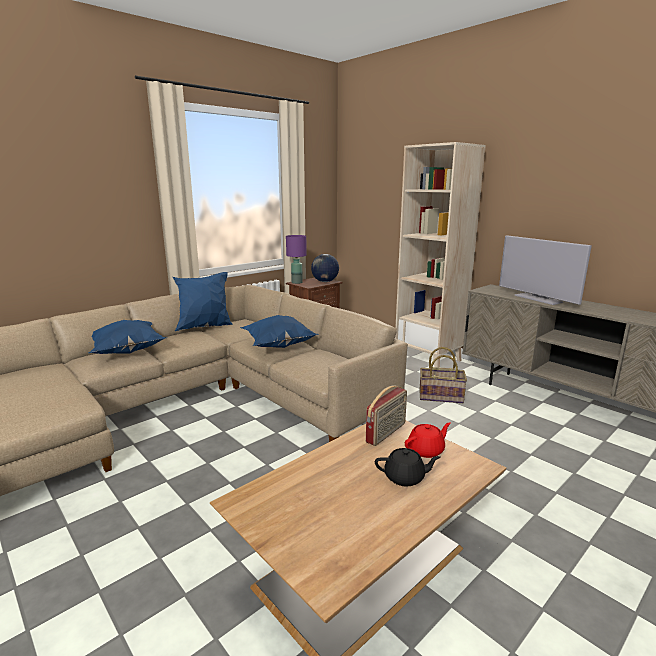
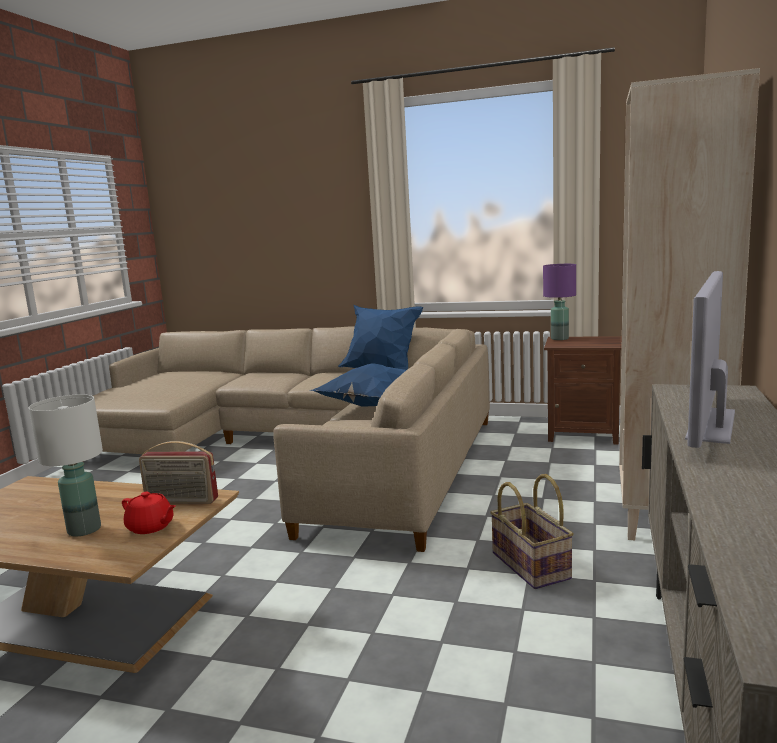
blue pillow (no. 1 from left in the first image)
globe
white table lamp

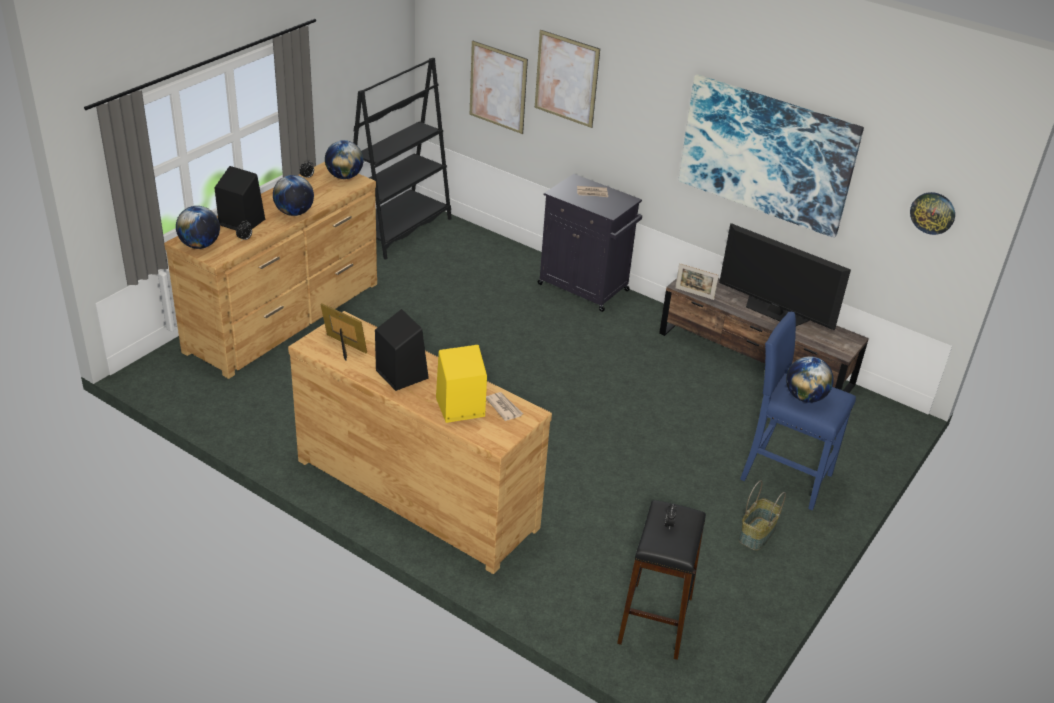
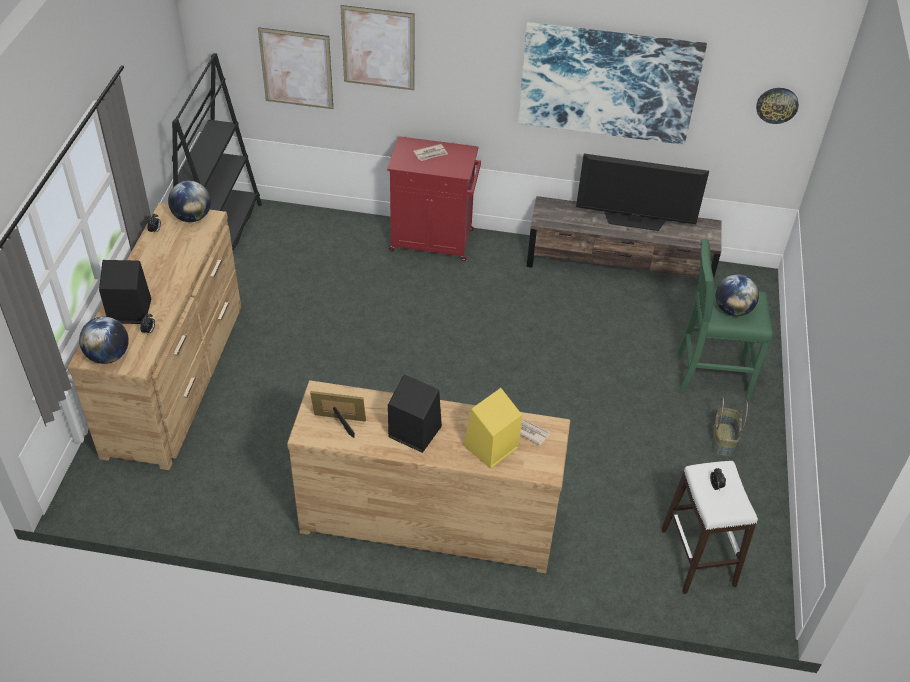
globe (no. 2 from left in the first image)
red cabinet
white stool
picture frame (no. 2 from left in the first image)
green stool

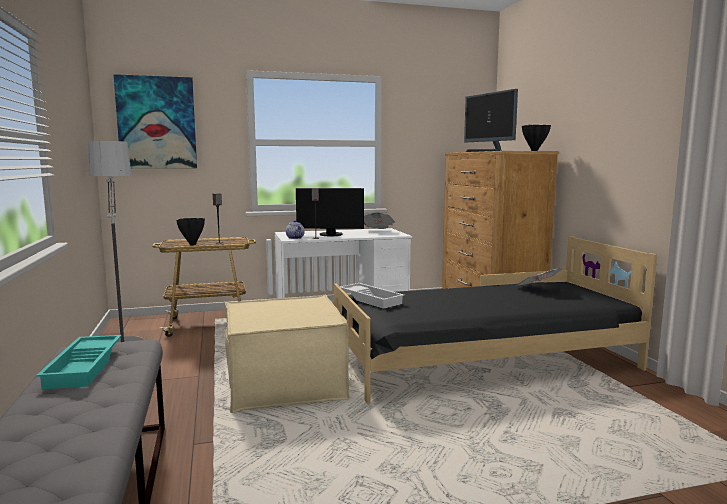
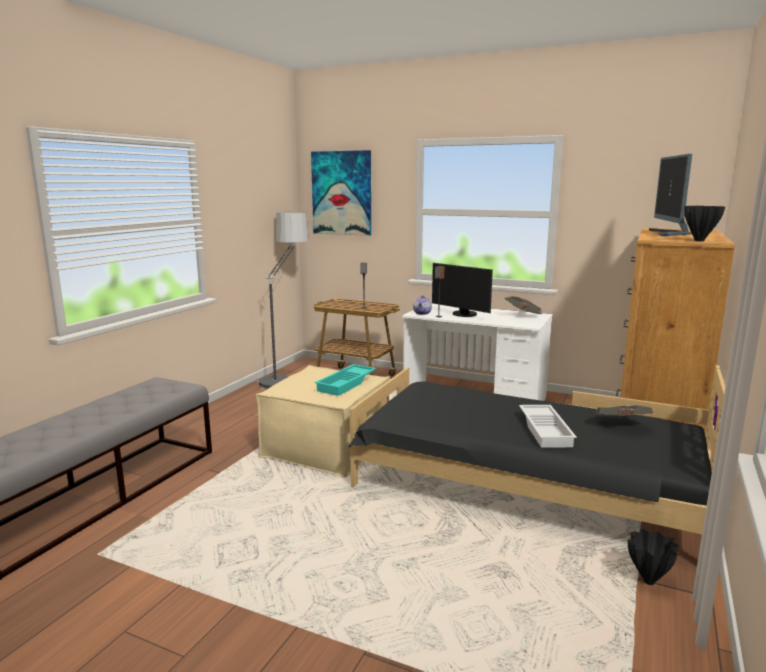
turquoise tray
black vase (no. 1 from left)
white tray

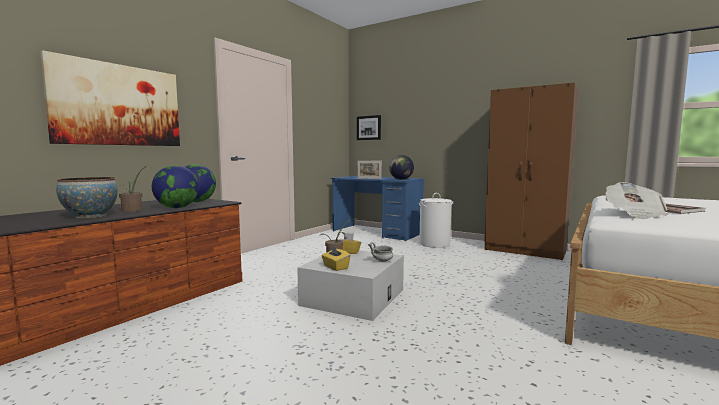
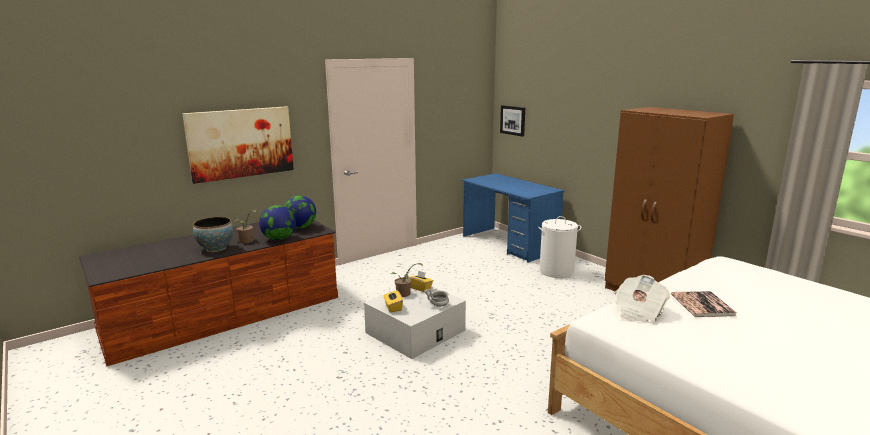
picture frame
globe (no. 3 from left in the first image)

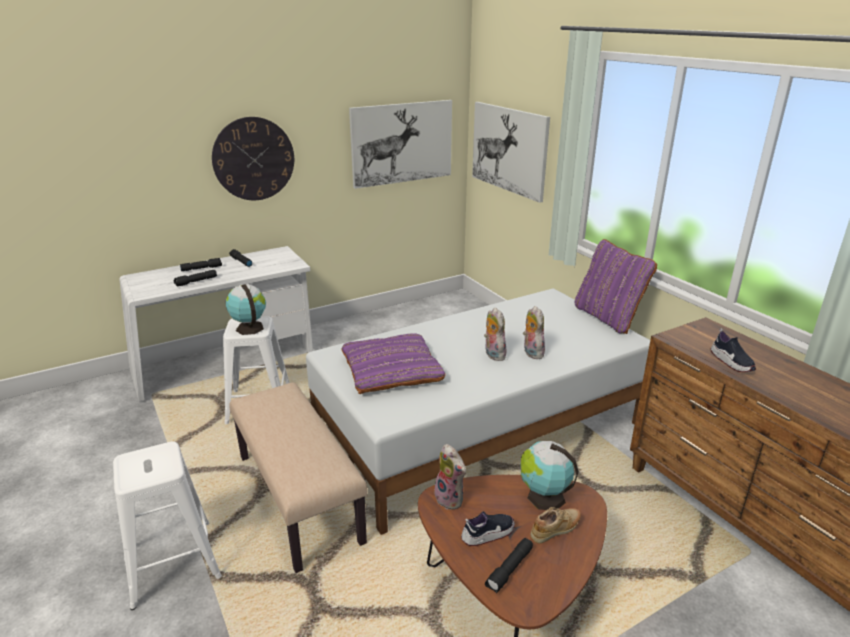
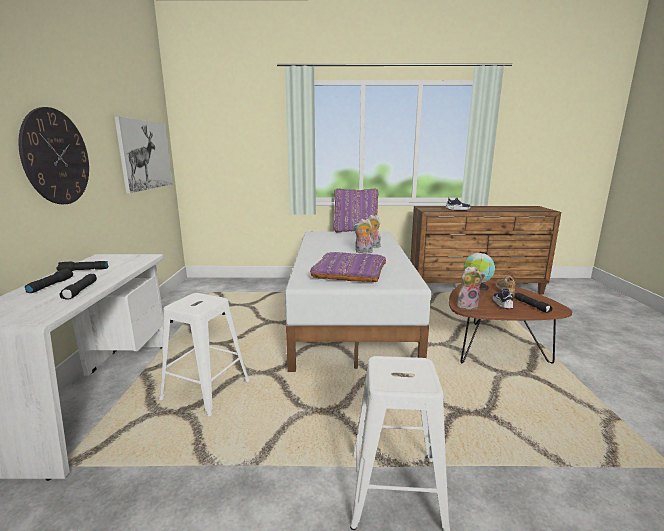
globe (no. 1 from left in the first image)
beige bench
picture (no. 2 from left in the first image)

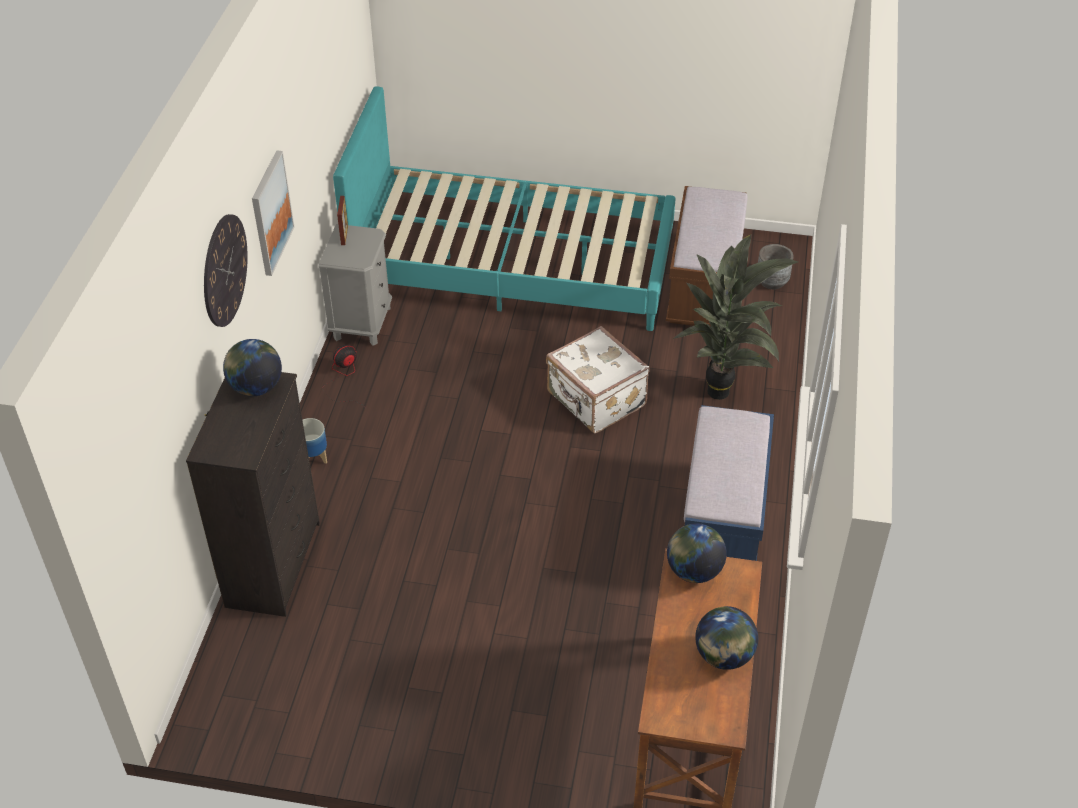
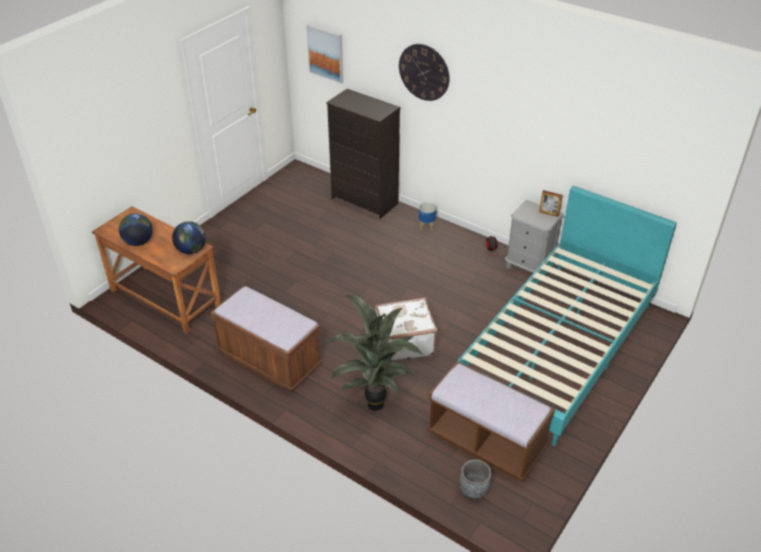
globe (no. 1 from left in the first image)
picture
brown bench (no. 1 from left)

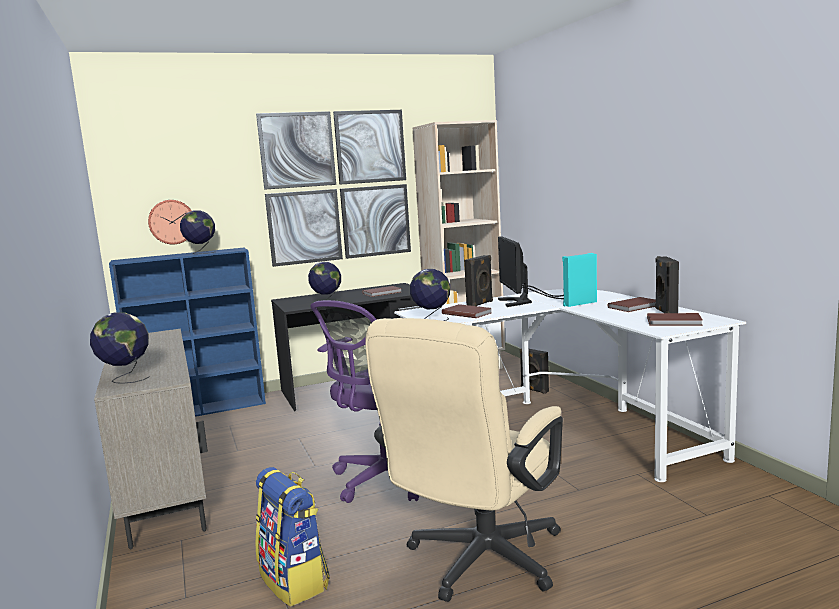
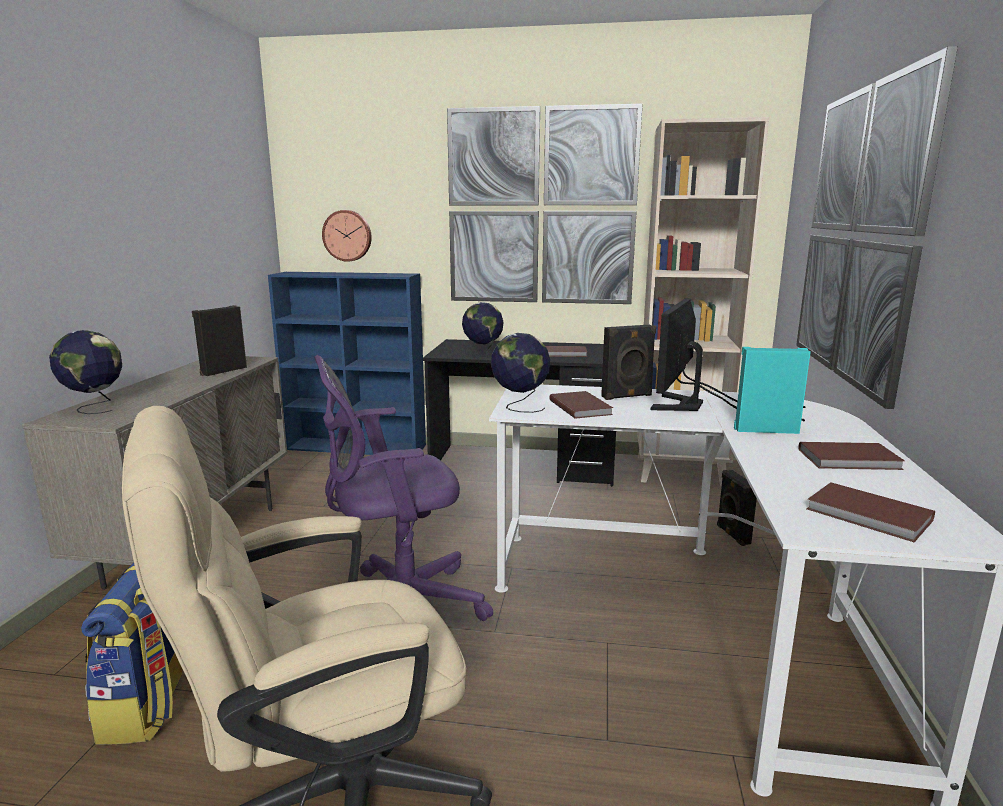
globe (no. 2 from left in the first image)
black speaker (no. 1 from left)
picture (no. 2 from left)

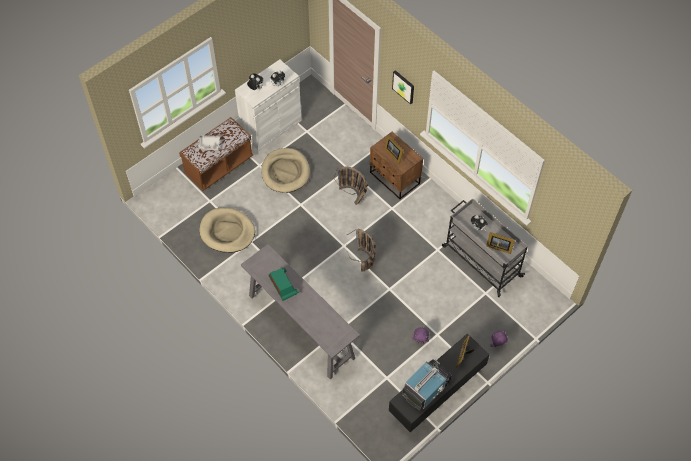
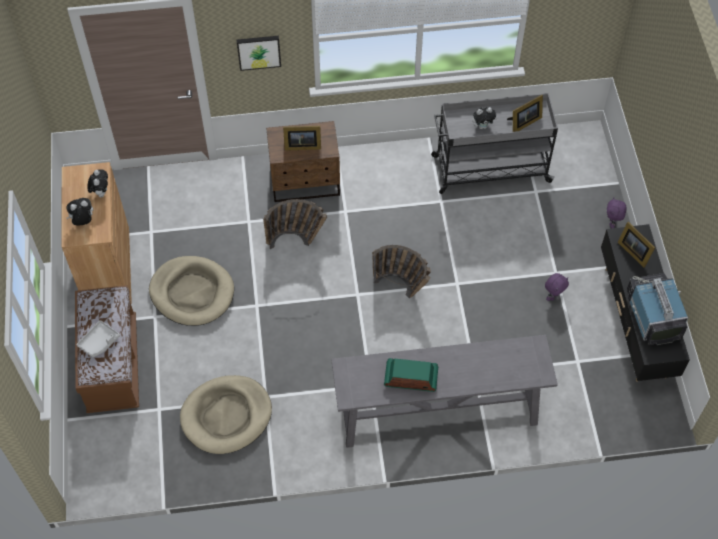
brown cabinet

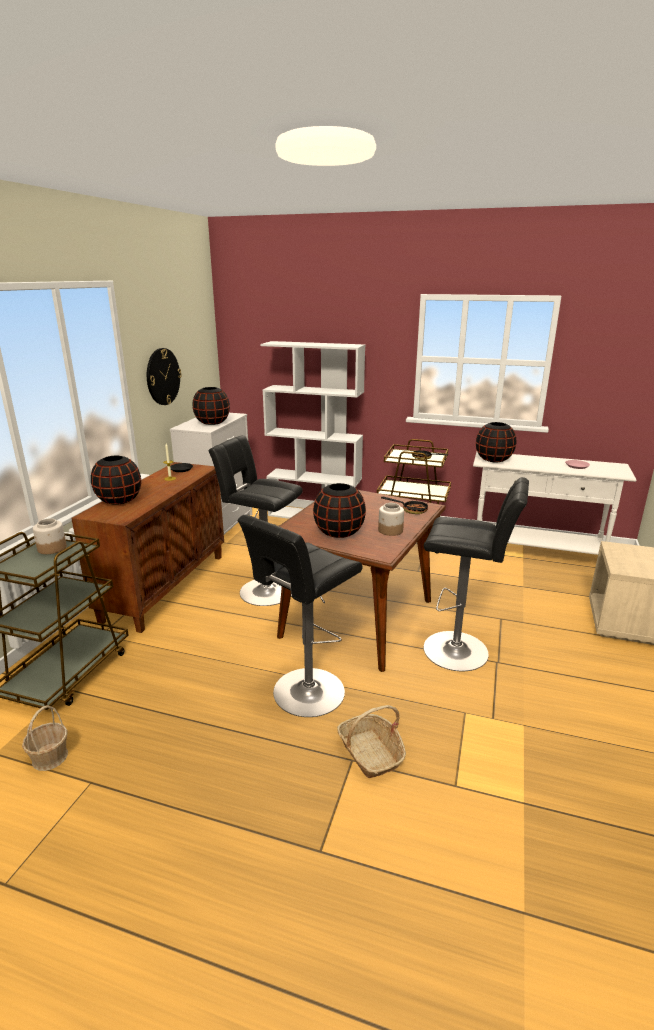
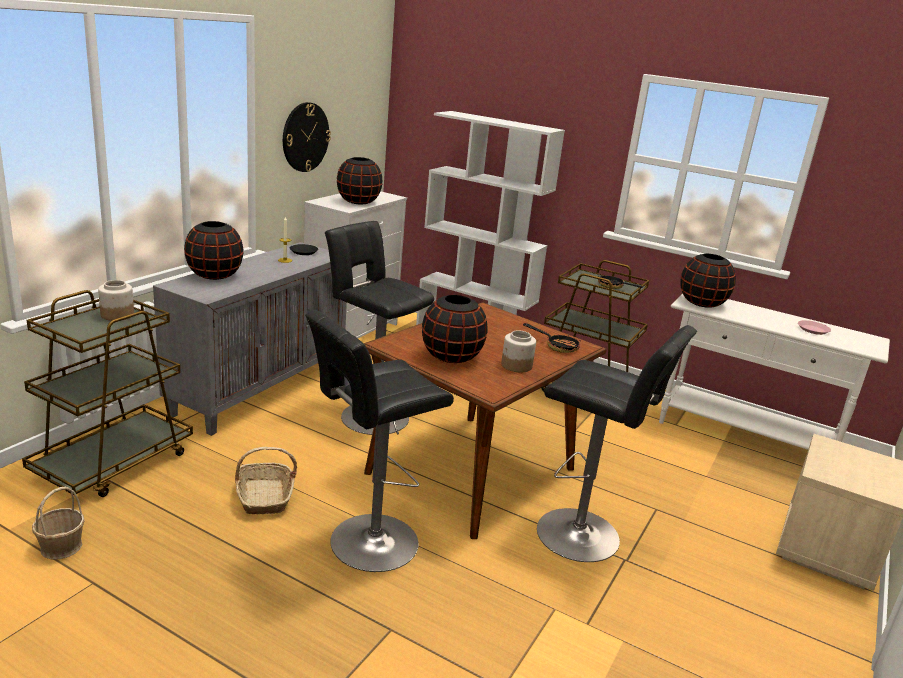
grey cabinet
basket (no. 2 from left)

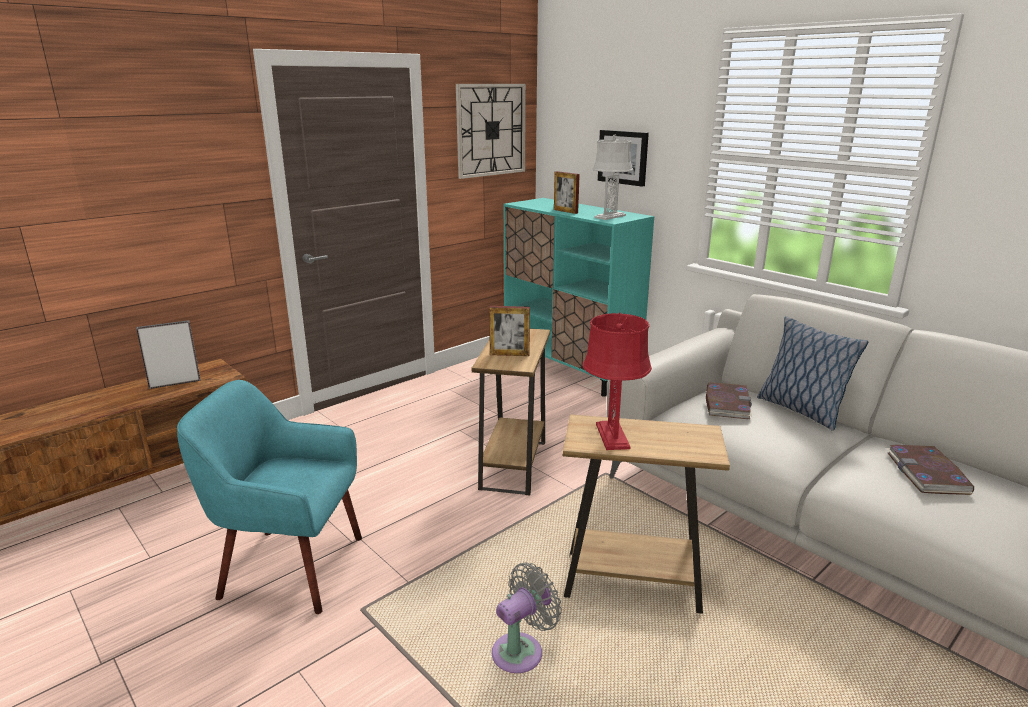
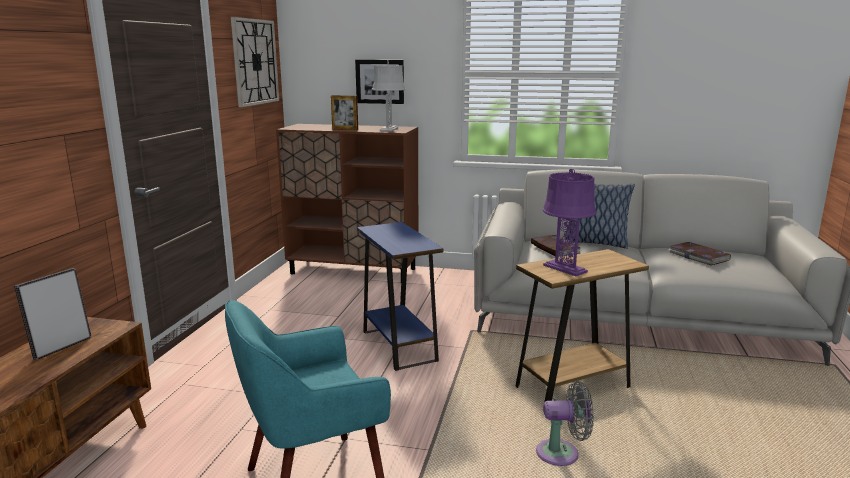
blue side table
picture frame (no. 2 from left in the first image)
grey fan
brown cabinet
purple table lamp

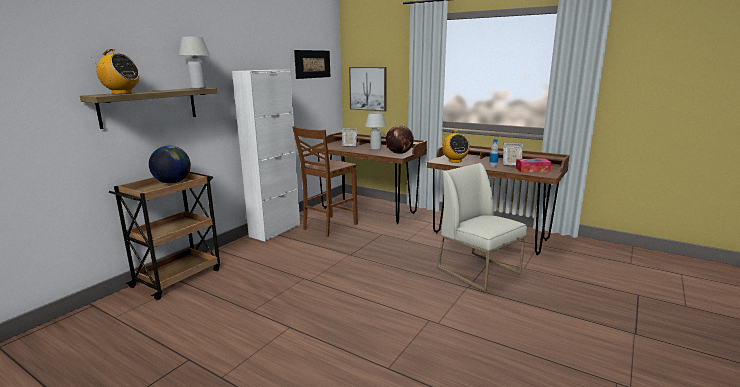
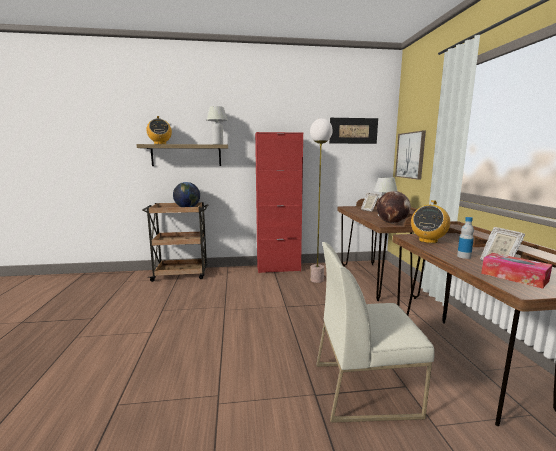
red cabinet
floor lamp
white chair

